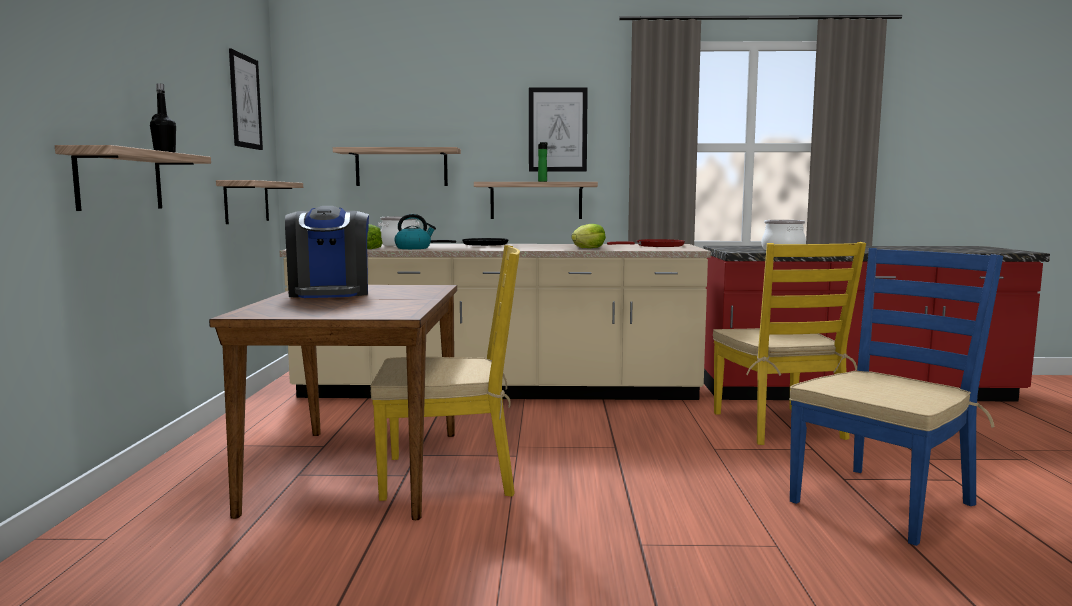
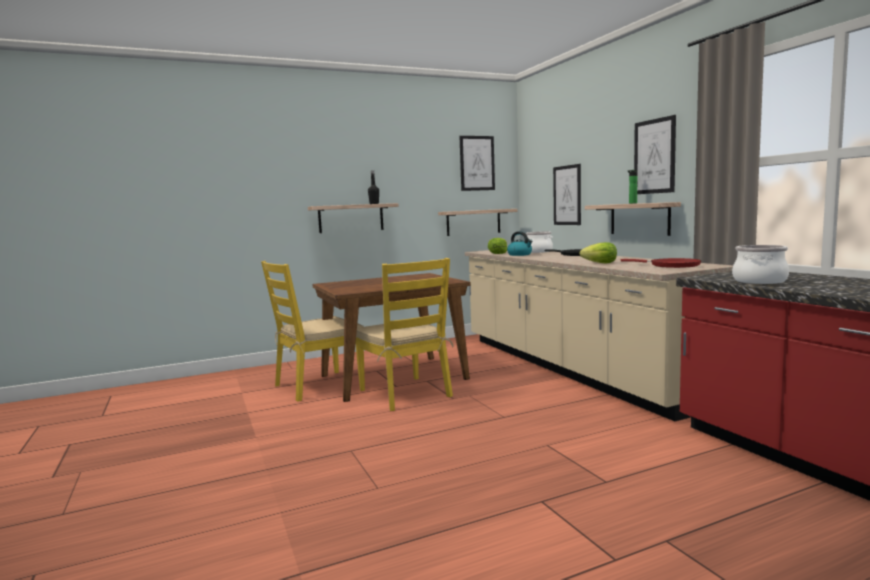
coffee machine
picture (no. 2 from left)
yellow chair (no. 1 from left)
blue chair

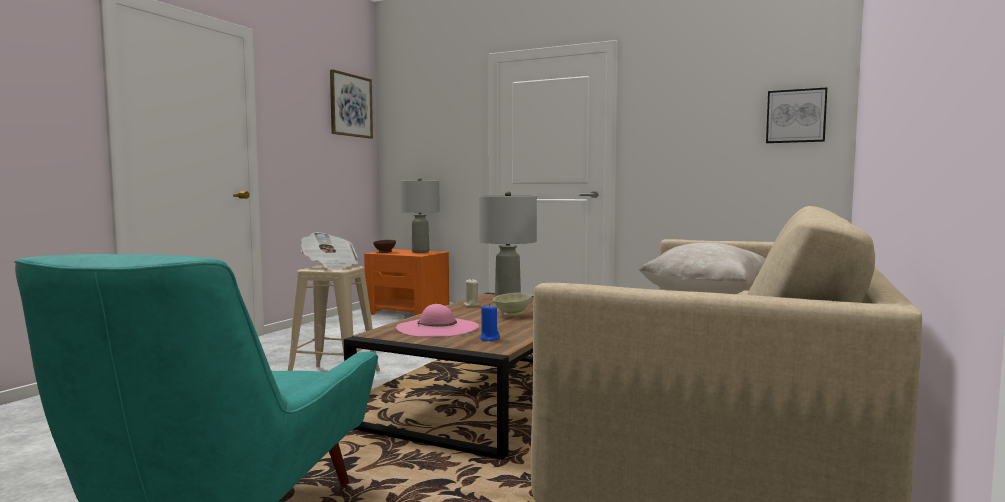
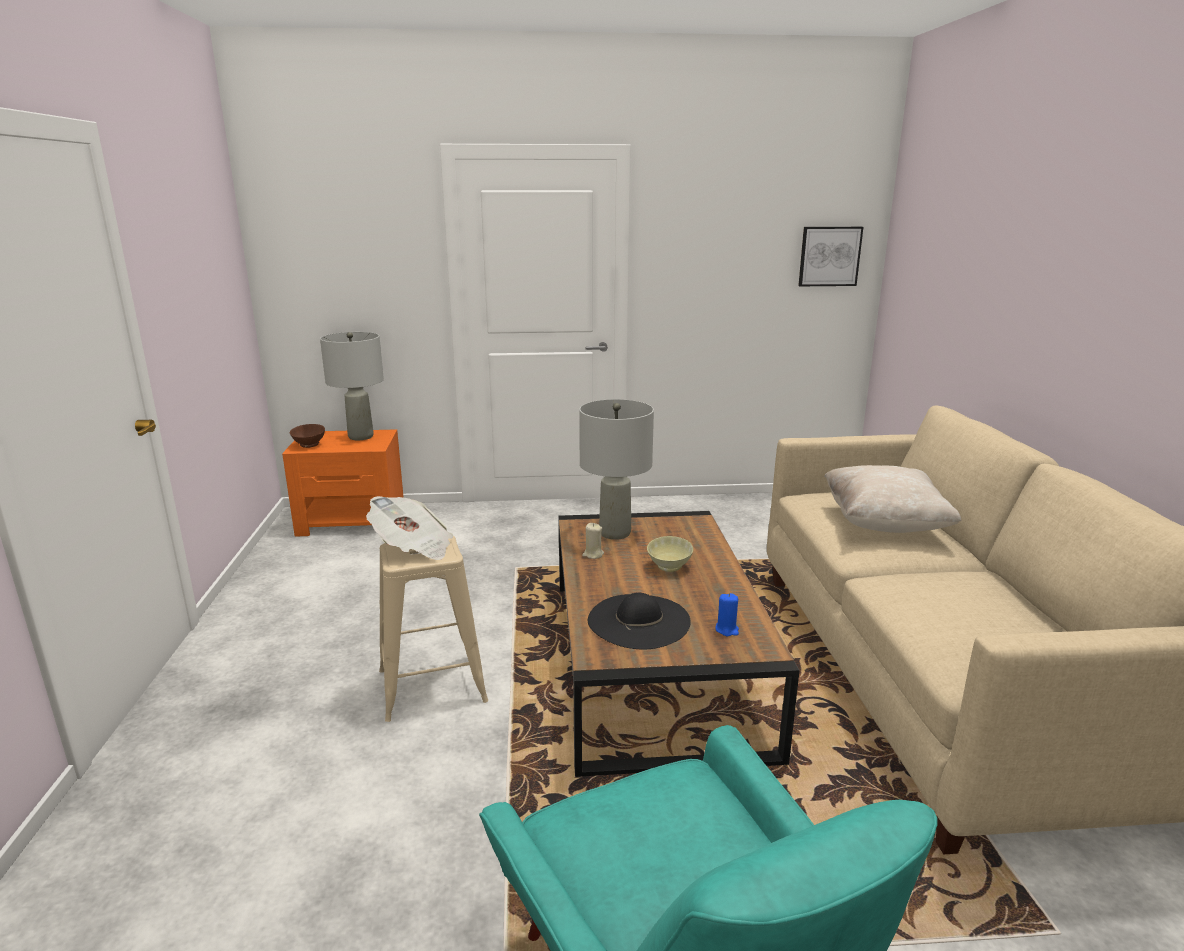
picture (no. 1 from left in the first image)
black hat

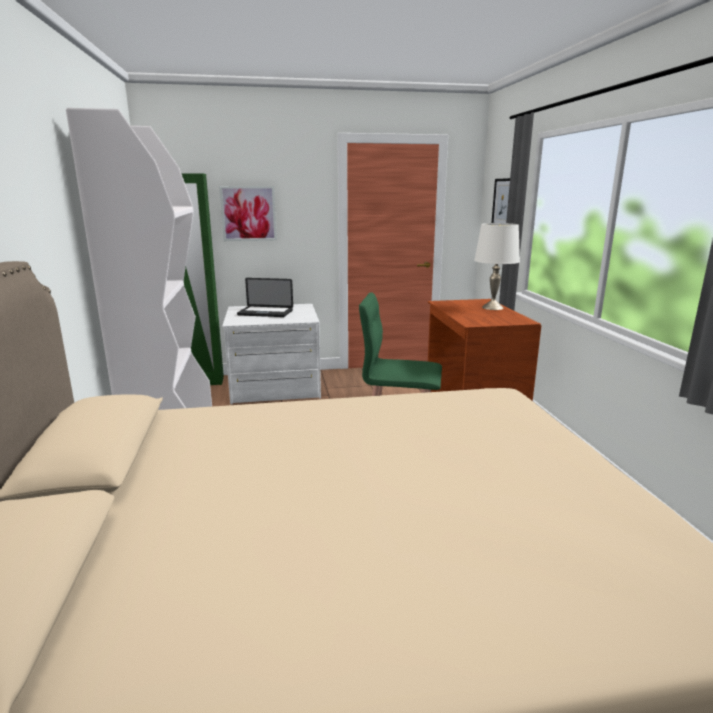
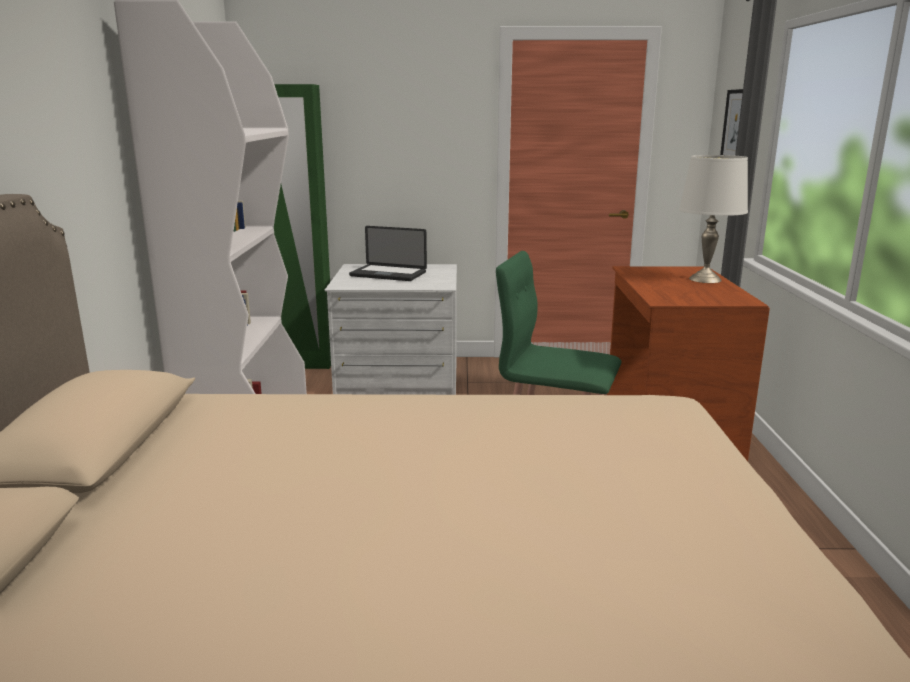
picture (no. 1 from left in the first image)

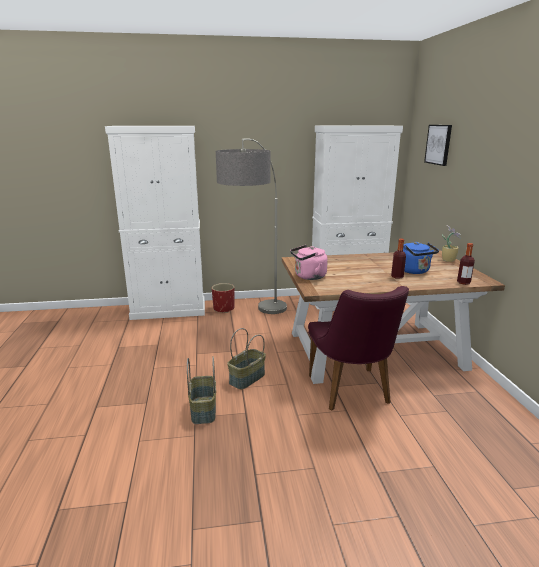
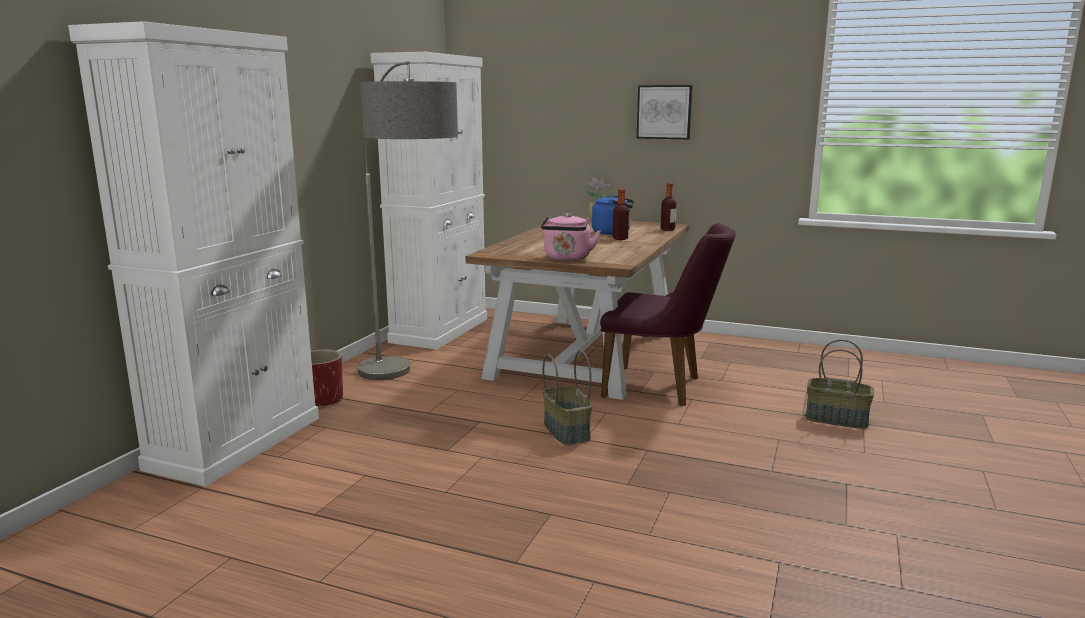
basket (no. 2 from left)
picture

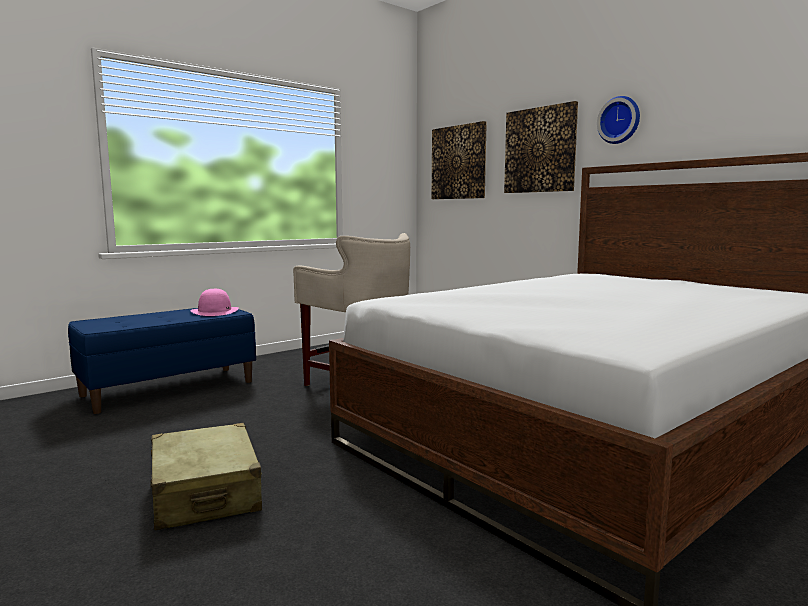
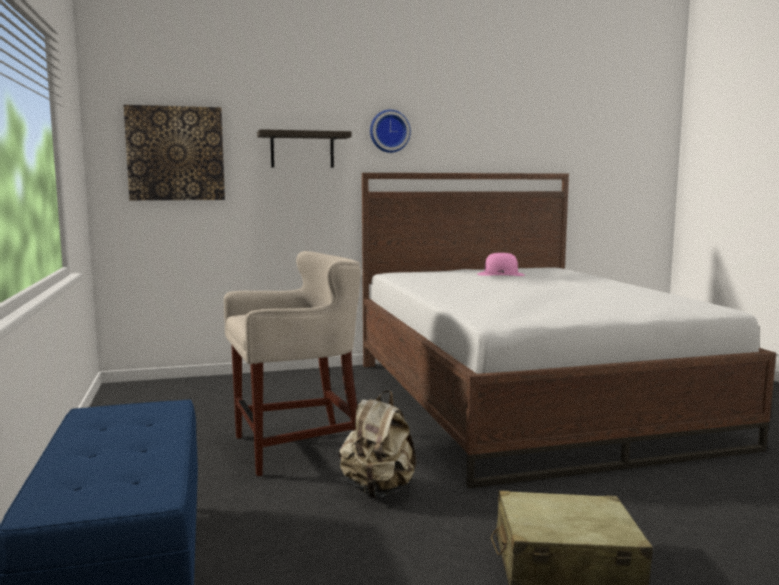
pink hat
shelf
beige backpack

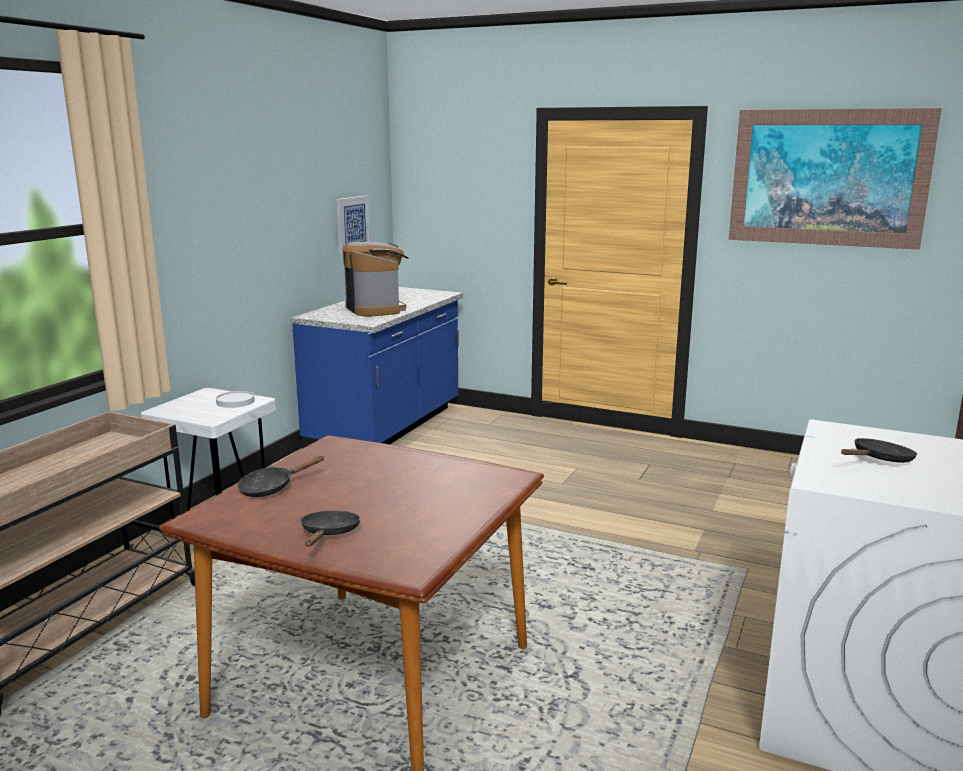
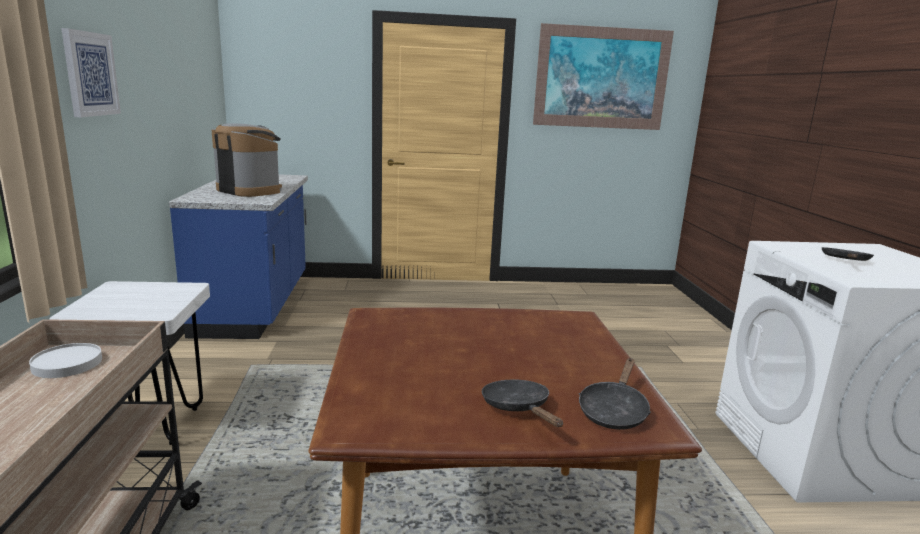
white plate
black frying pan (no. 2 from left)
picture (no. 1 from left)

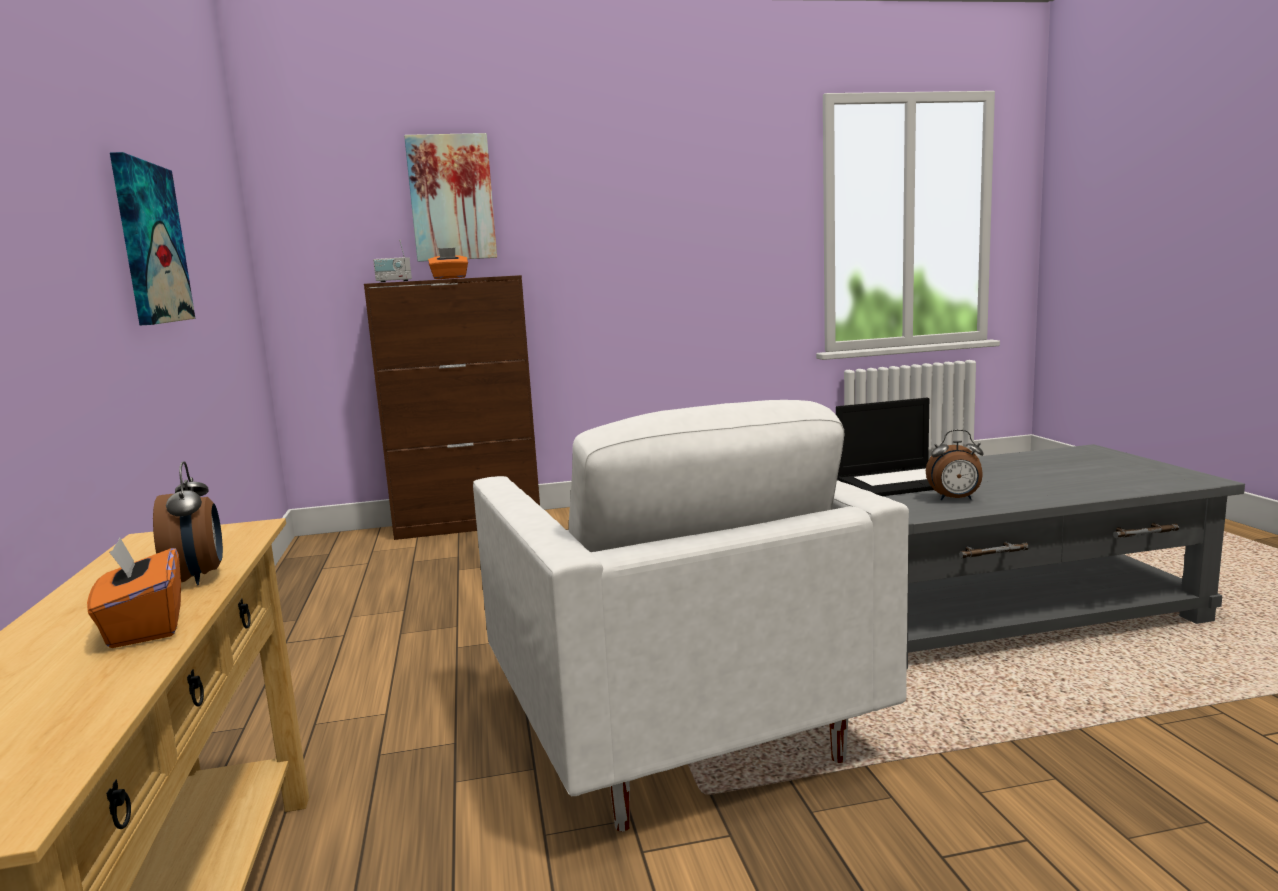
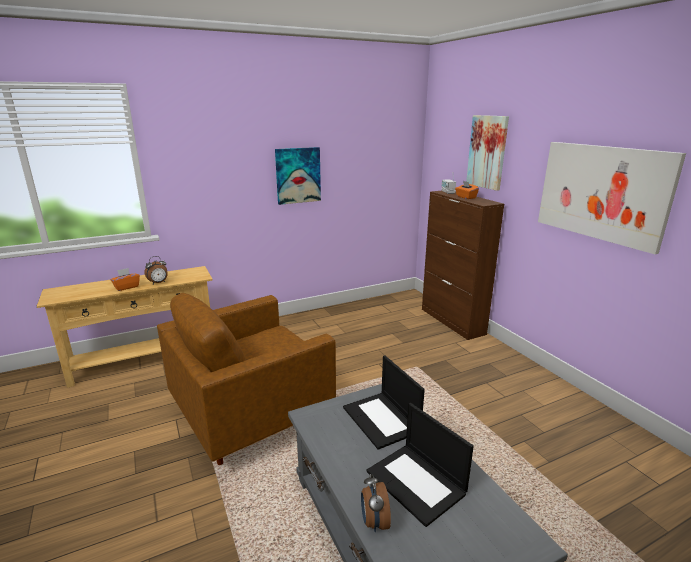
brown armchair
alarm clock (no. 2 from left)
laptop (no. 2 from left)
picture (no. 3 from left)

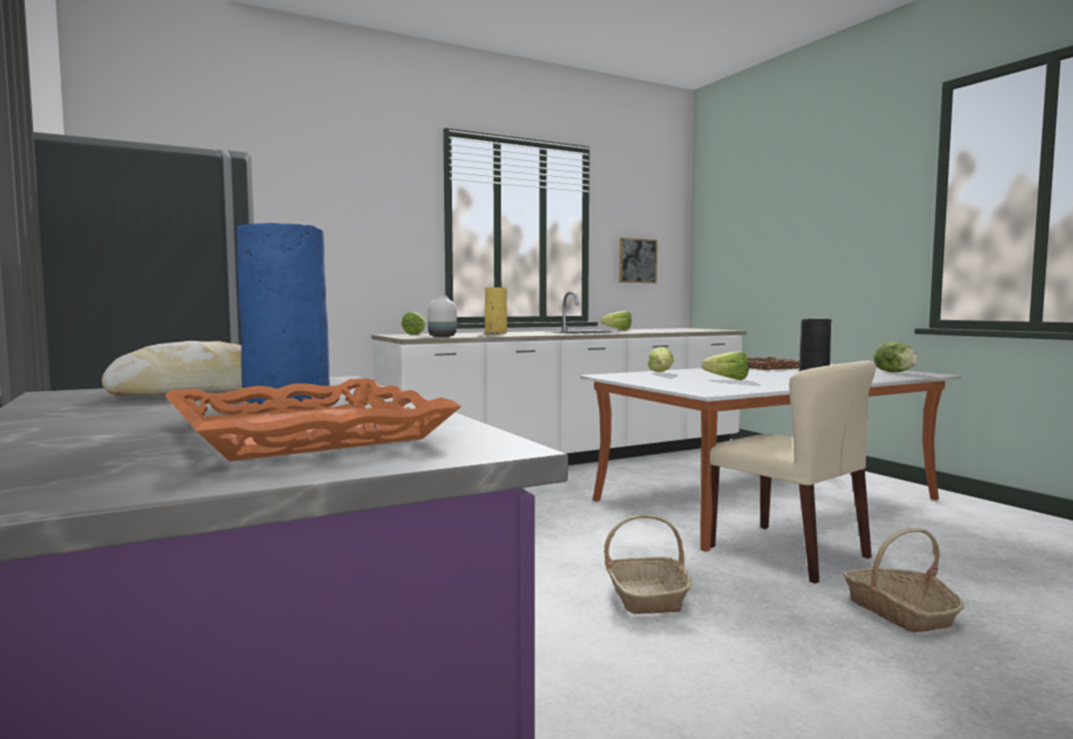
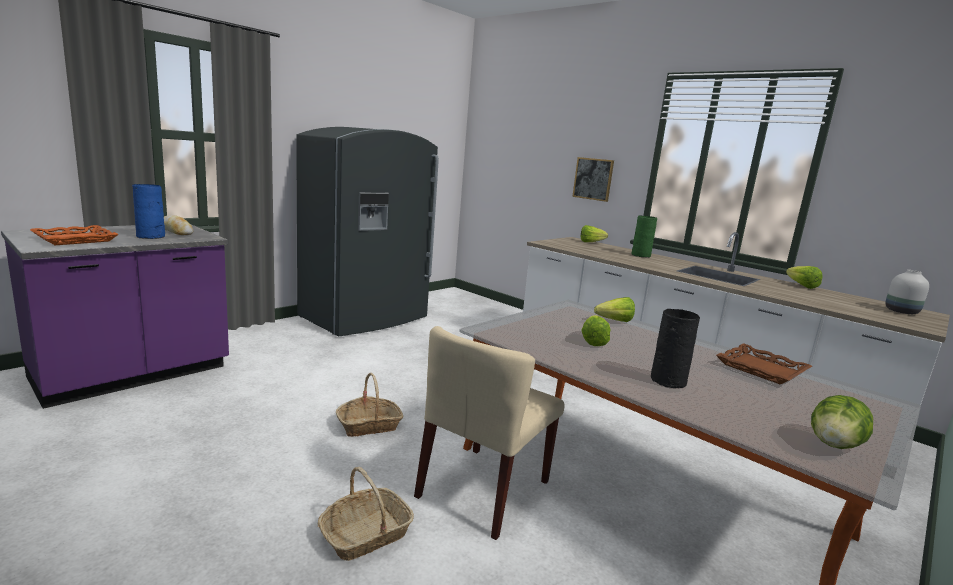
white vase
green vase
picture

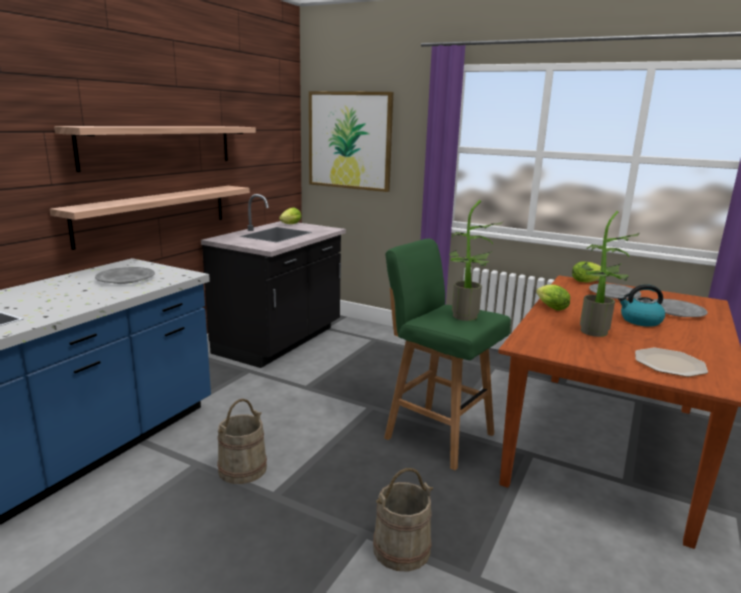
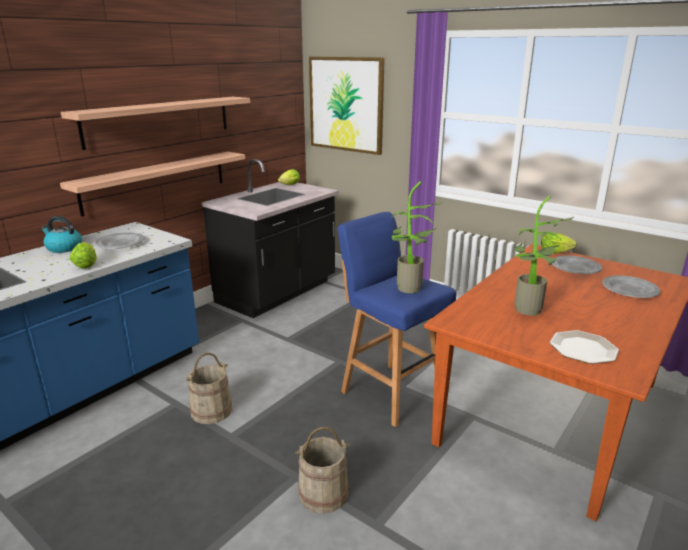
blue stool
lettuce (no. 1 from left)
kettle

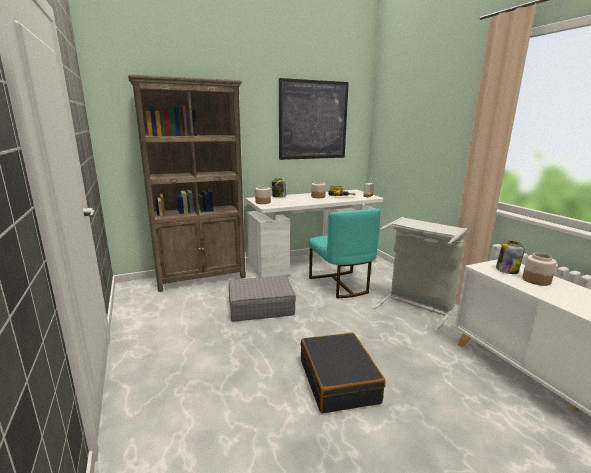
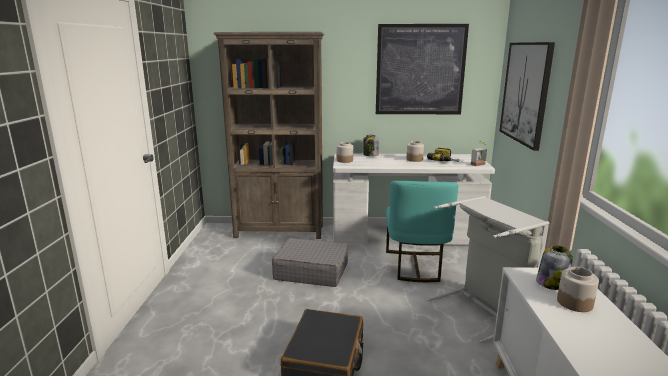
picture (no. 2 from left)

